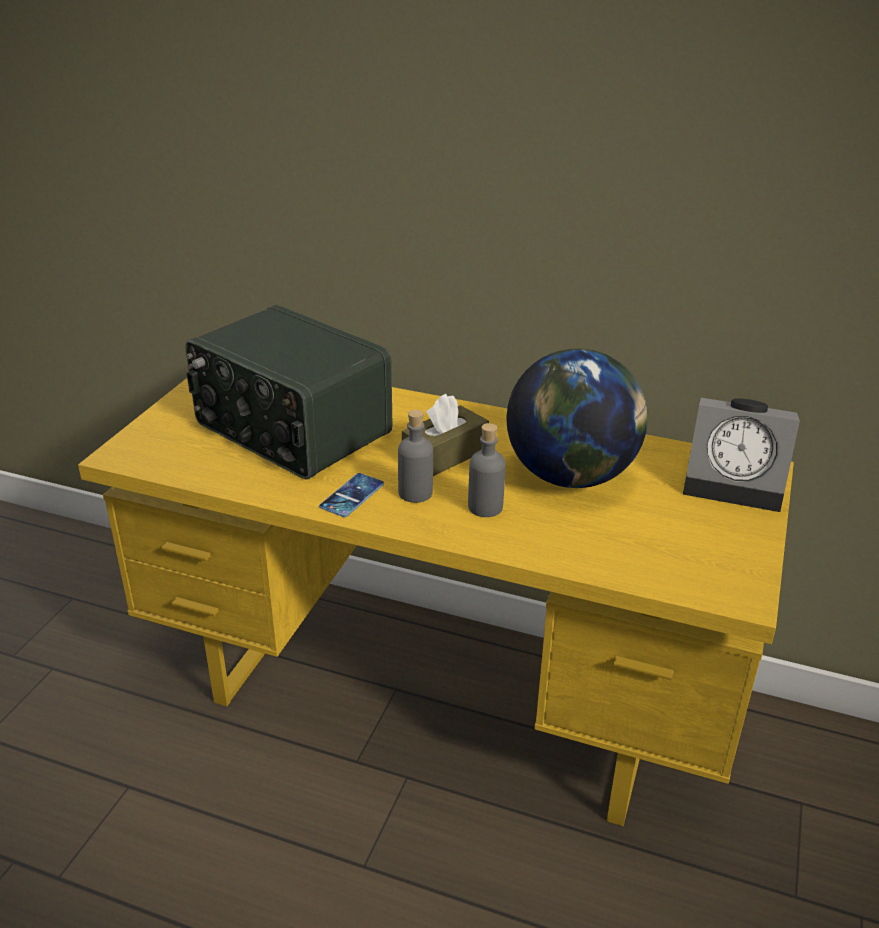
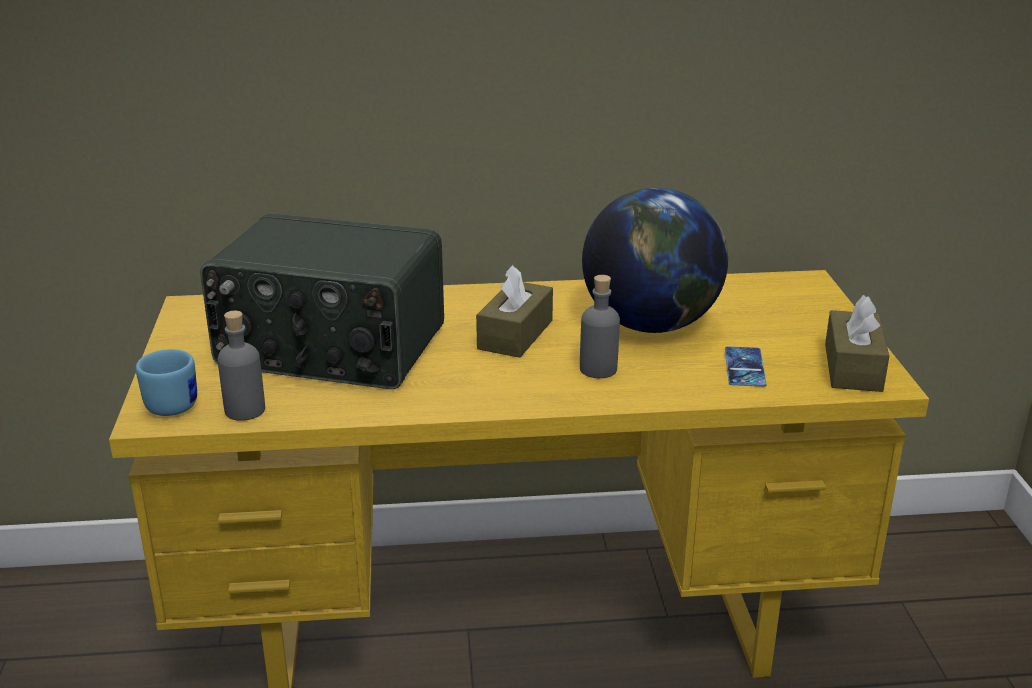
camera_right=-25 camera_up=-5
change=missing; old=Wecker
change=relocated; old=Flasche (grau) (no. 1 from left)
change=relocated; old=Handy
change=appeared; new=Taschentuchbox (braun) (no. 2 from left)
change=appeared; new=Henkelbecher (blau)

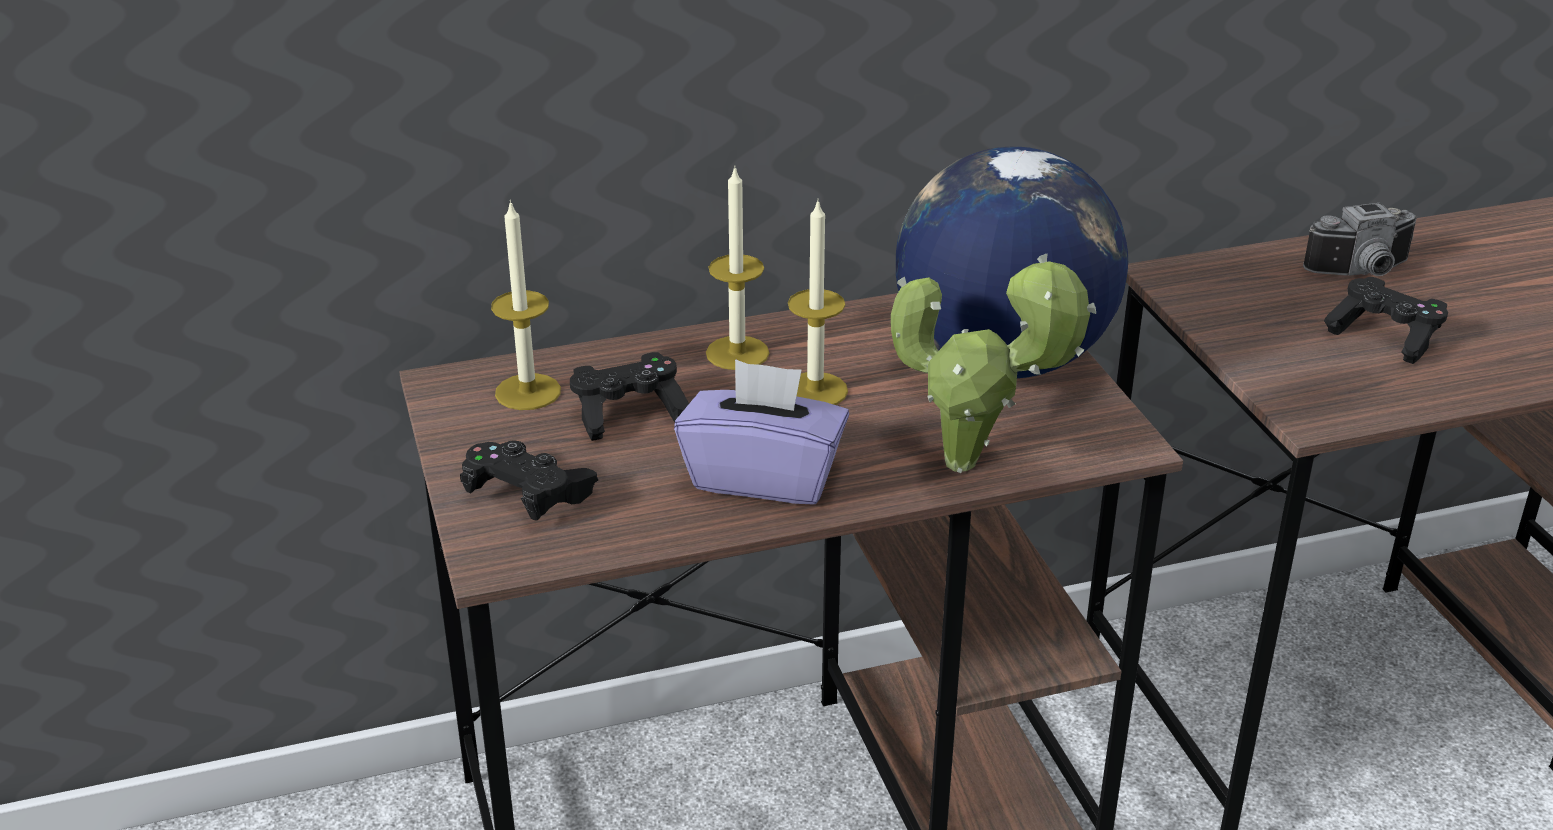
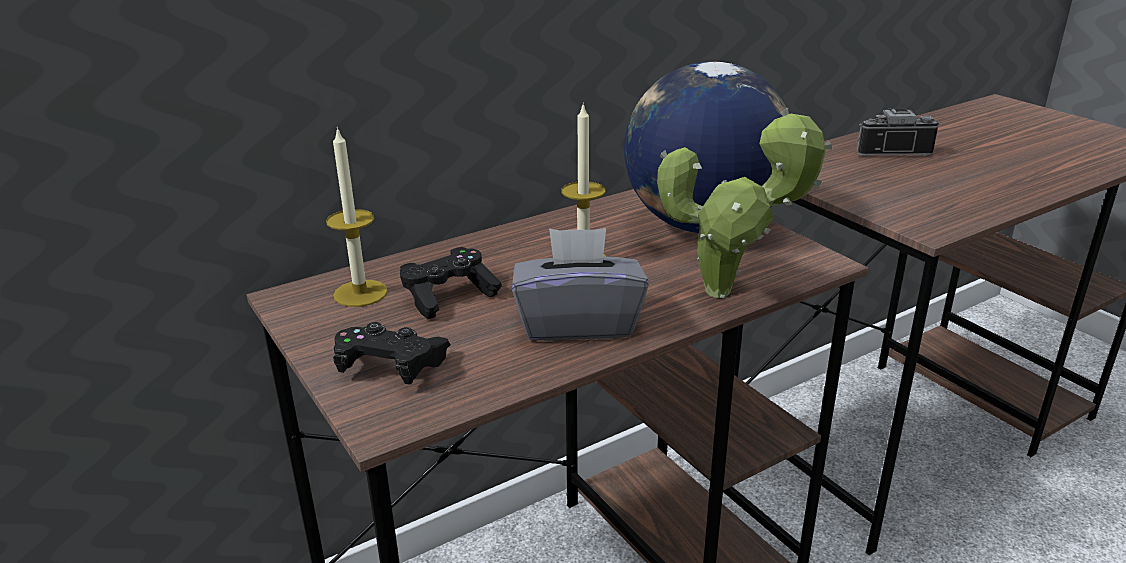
camera_right=-15 camera_up=-5
change=missing; old=Kerze (no. 2 from left)
change=spun; old=Kamera; degrees=-150
change=missing; old=Gamepad (schwarz) (no. 3 from left)
change=colour; old=Taschentuchbox (lila); new=Taschentuchbox (grau)

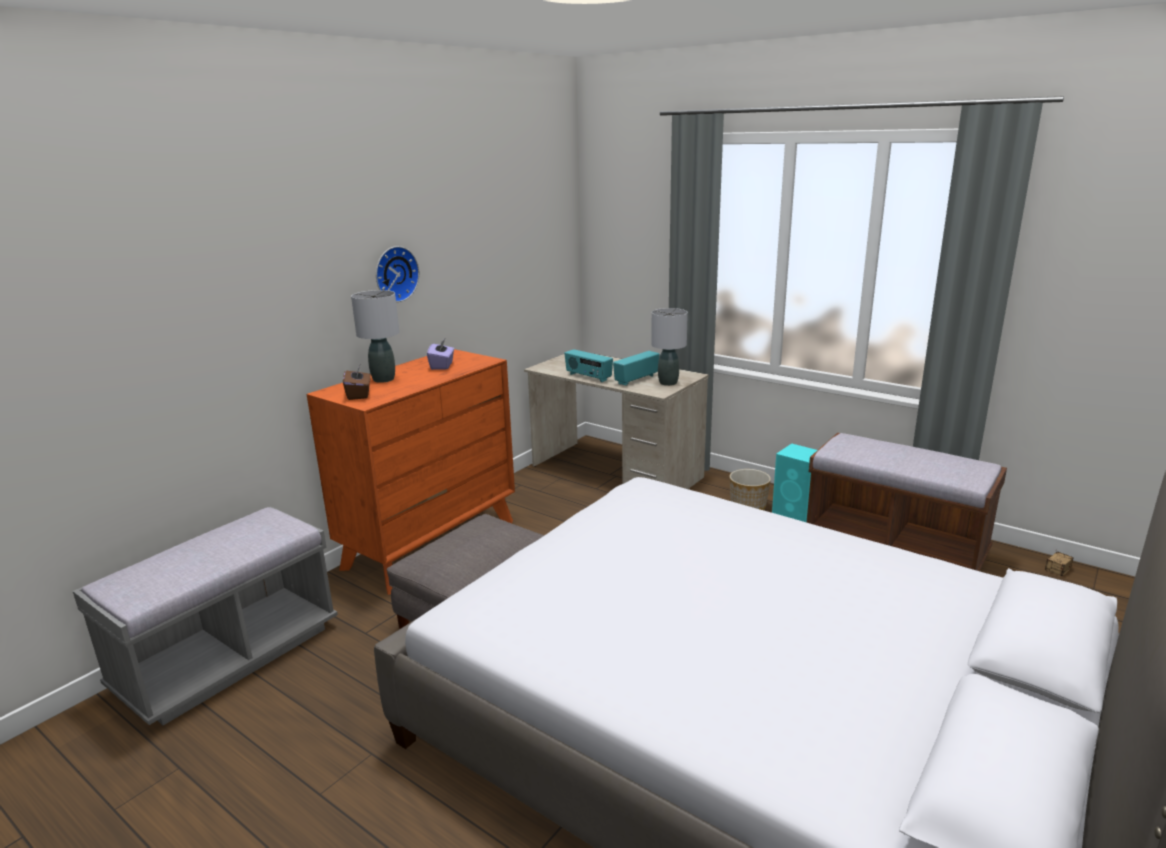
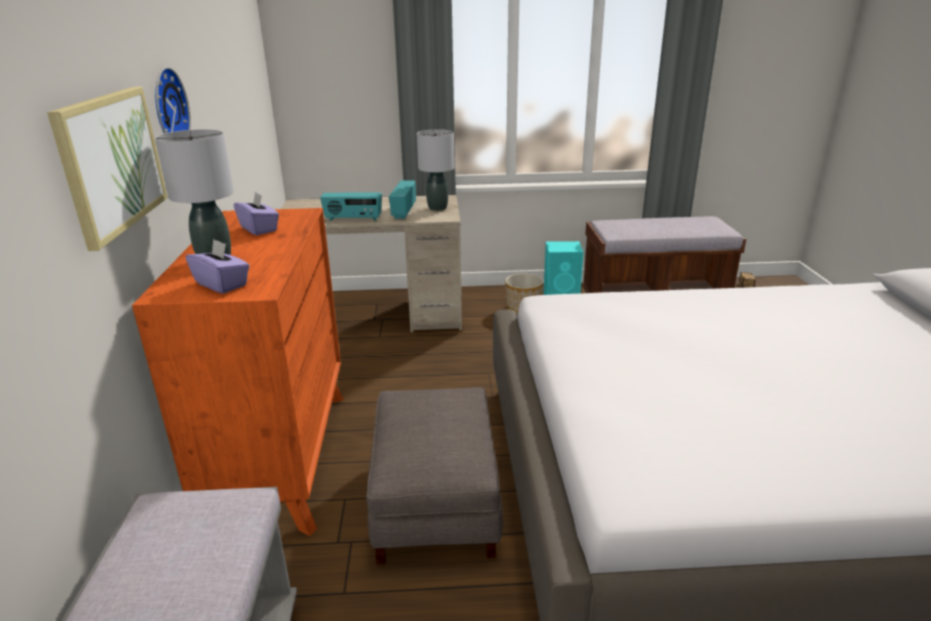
camera_right=-40 camera_up=5
change=colour; old=Taschentuchbox (braun); new=Taschentuchbox (lila) (no. 1 from left)
change=appeared; new=Bild

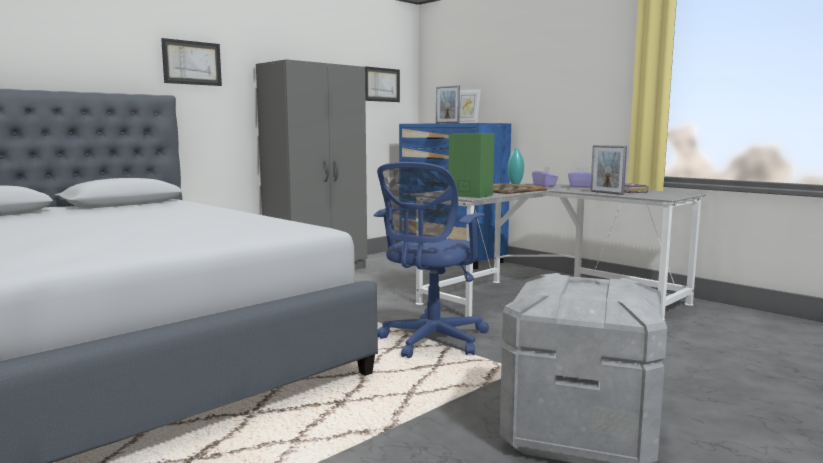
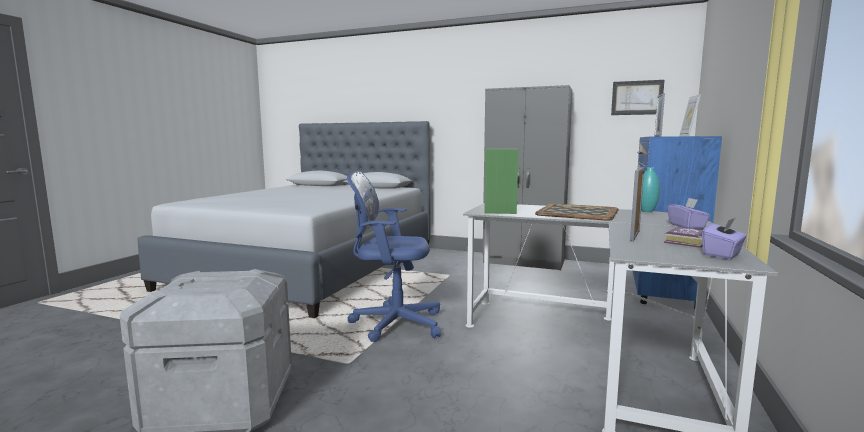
camera_right=65 camera_up=0
change=missing; old=Bild (no. 1 from left)
change=relocated; old=Taschentuchbox (lila) (no. 1 from left in the first image); new=Taschentuchbox (lila) (no. 2 from left)

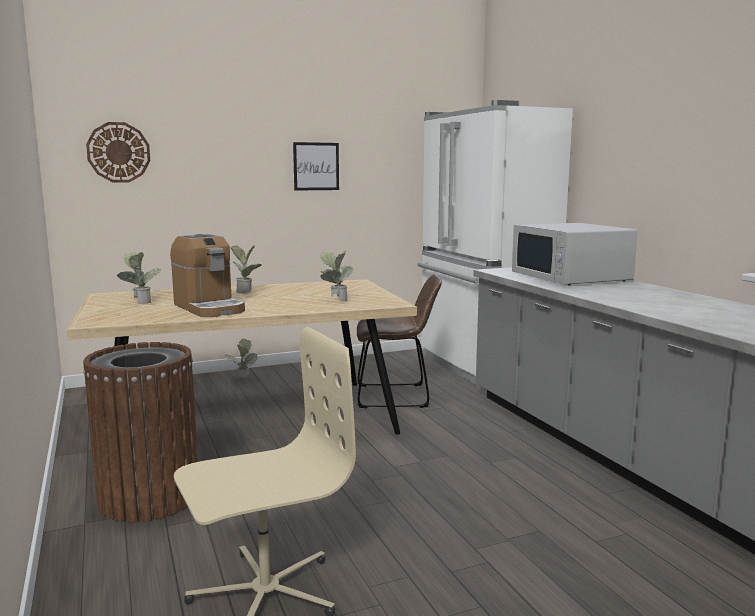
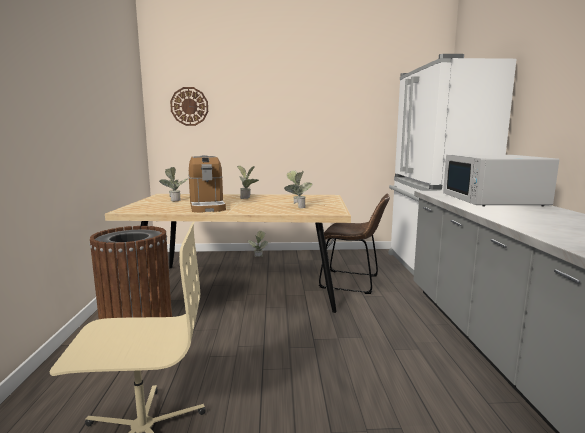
camera_right=20 camera_up=0
change=missing; old=Bild

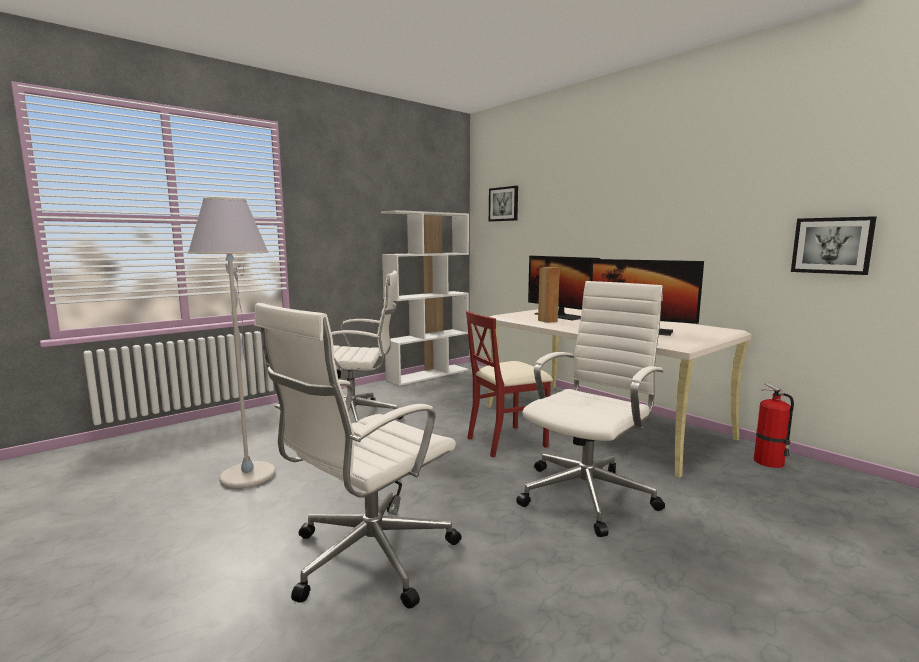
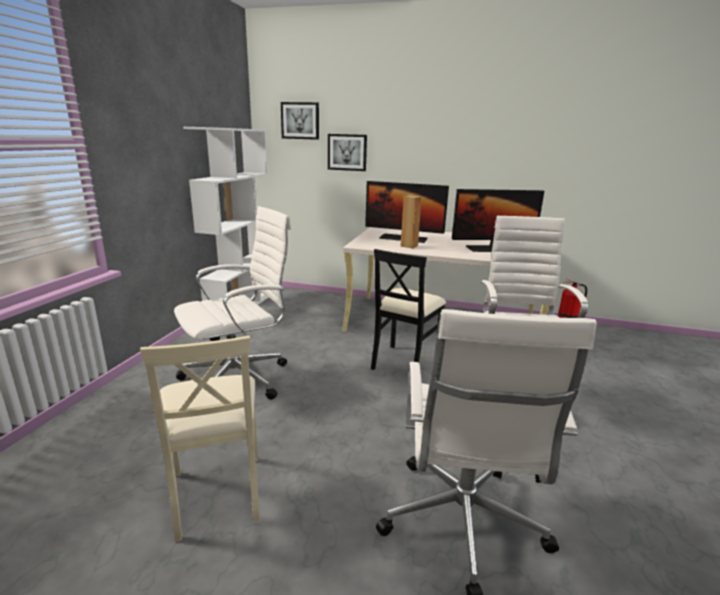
camera_right=-35 camera_up=10
change=exchanged; old=Stehlampe (grau); new=Stuhl (beige)
change=relocated; old=Bild (no. 2 from left)
change=colour; old=Stuhl (rot); new=Stuhl (schwarz)

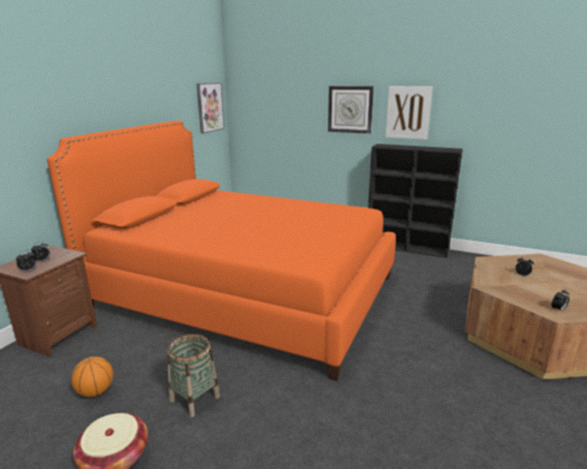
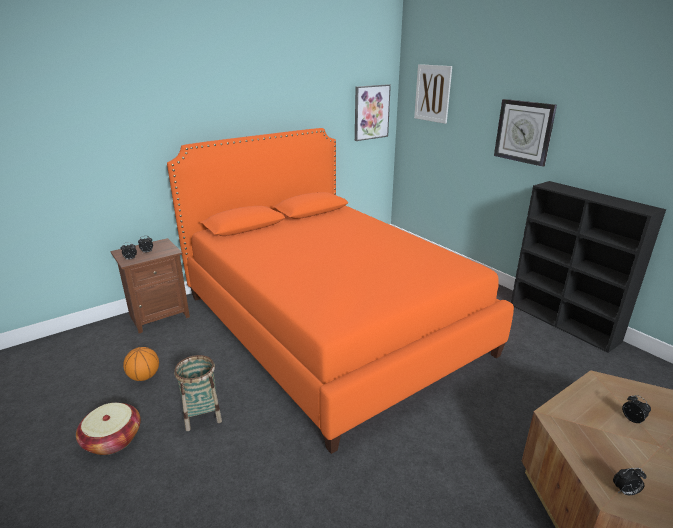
camera_right=30 camera_up=5
change=relocated; old=Bild (no. 2 from left)

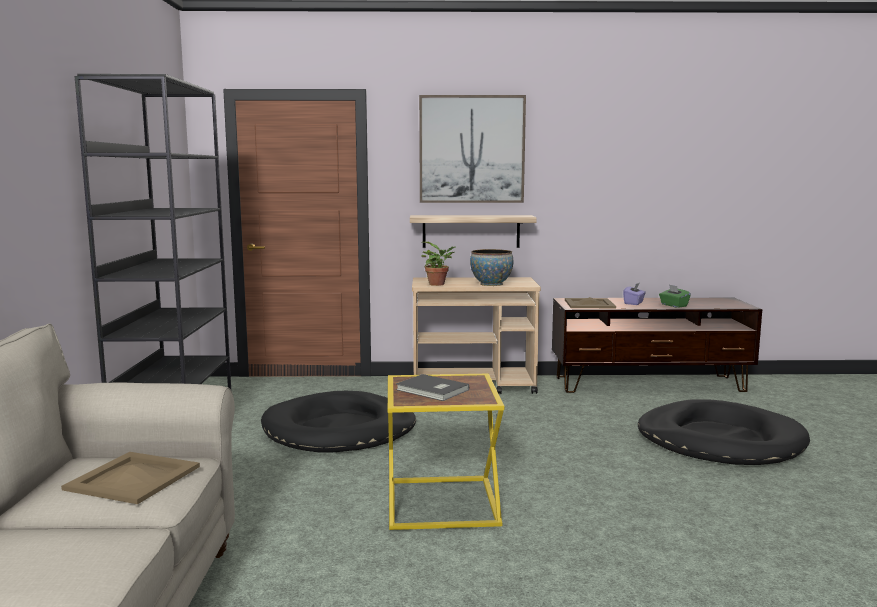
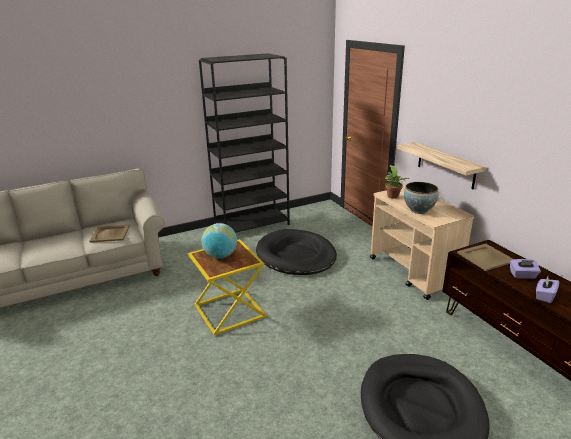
camera_right=65 camera_up=15
change=missing; old=Bild
change=colour; old=Taschentuchbox (grün); new=Taschentuchbox (lila) (no. 2 from left)
change=exchanged; old=Buch (grau); new=Globus

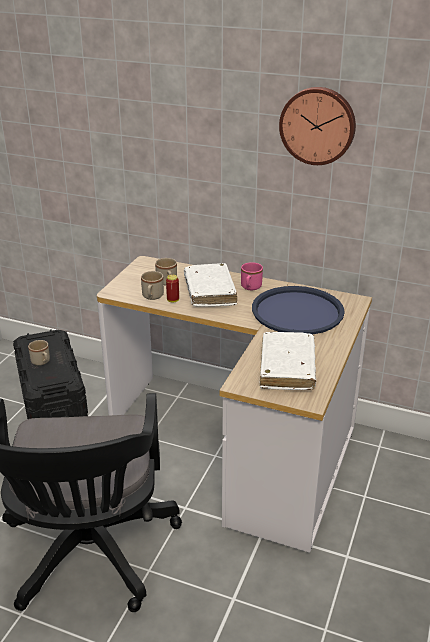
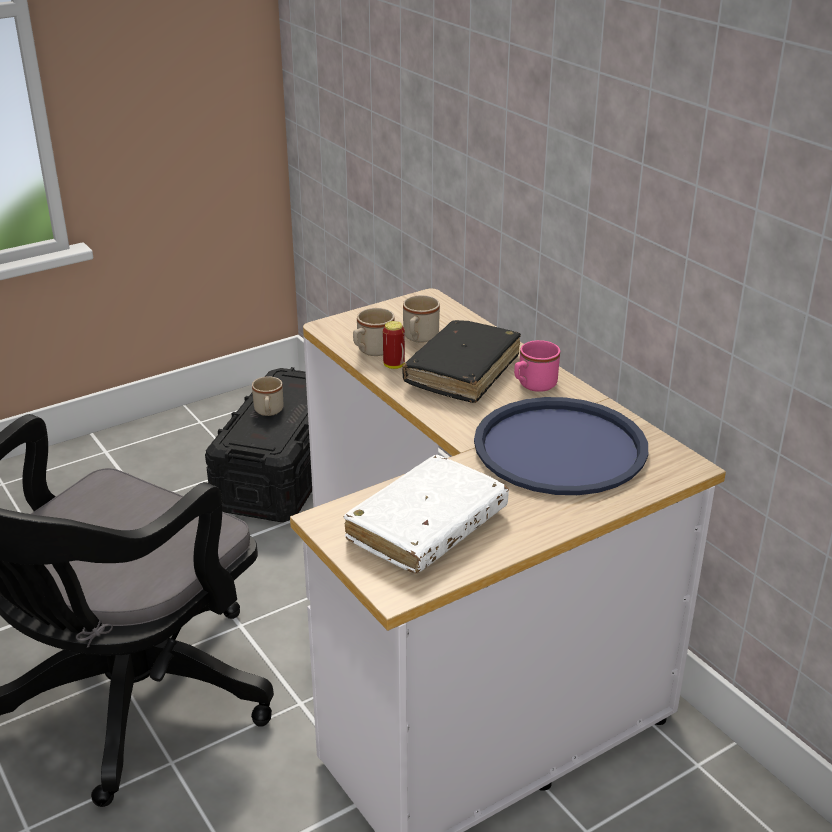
camera_right=35 camera_up=0
change=missing; old=Wanduhr
change=colour; old=Buch (weiß) (no. 1 from left); new=Buch (schwarz)

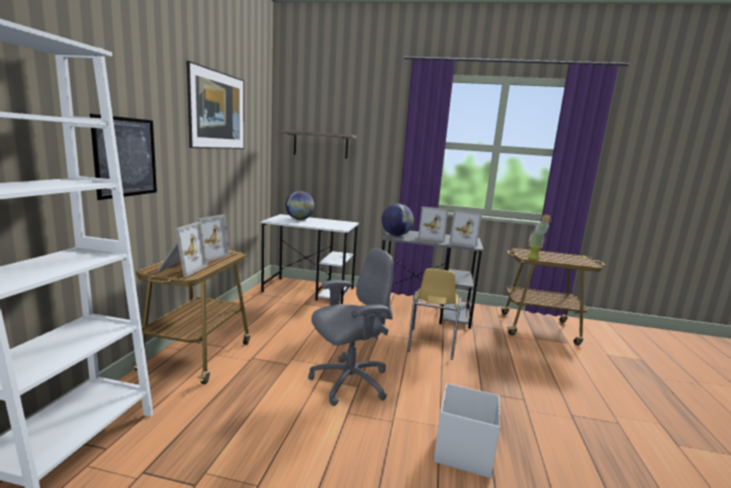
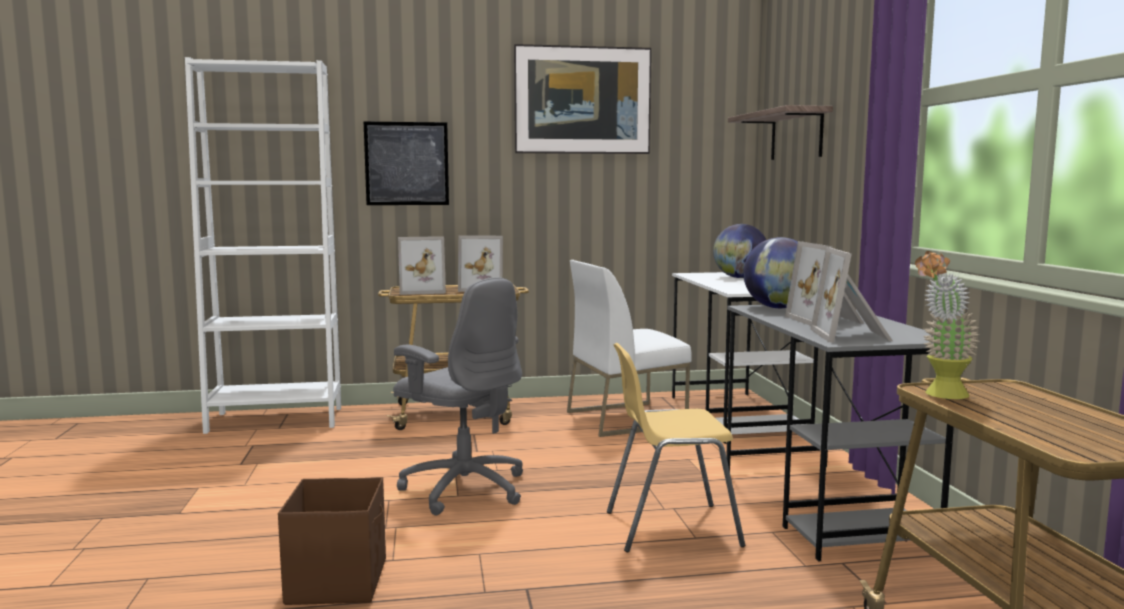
camera_right=70 camera_up=-5
change=colour; old=Aufbewahrungsbox (weiß); new=Aufbewahrungsbox (braun)
change=appeared; new=Stuhl (weiß)

